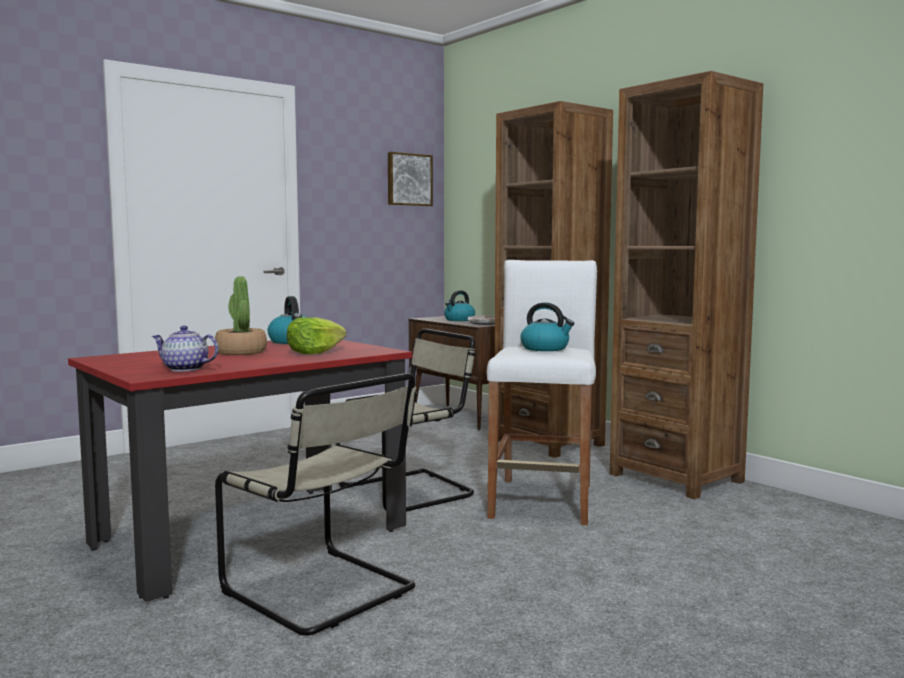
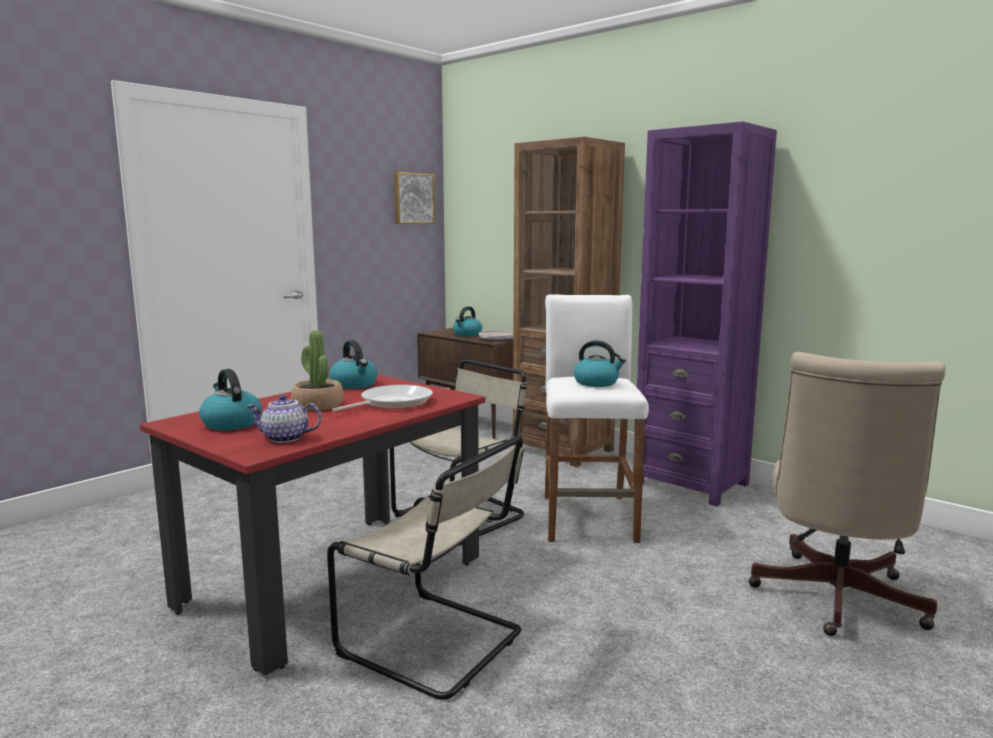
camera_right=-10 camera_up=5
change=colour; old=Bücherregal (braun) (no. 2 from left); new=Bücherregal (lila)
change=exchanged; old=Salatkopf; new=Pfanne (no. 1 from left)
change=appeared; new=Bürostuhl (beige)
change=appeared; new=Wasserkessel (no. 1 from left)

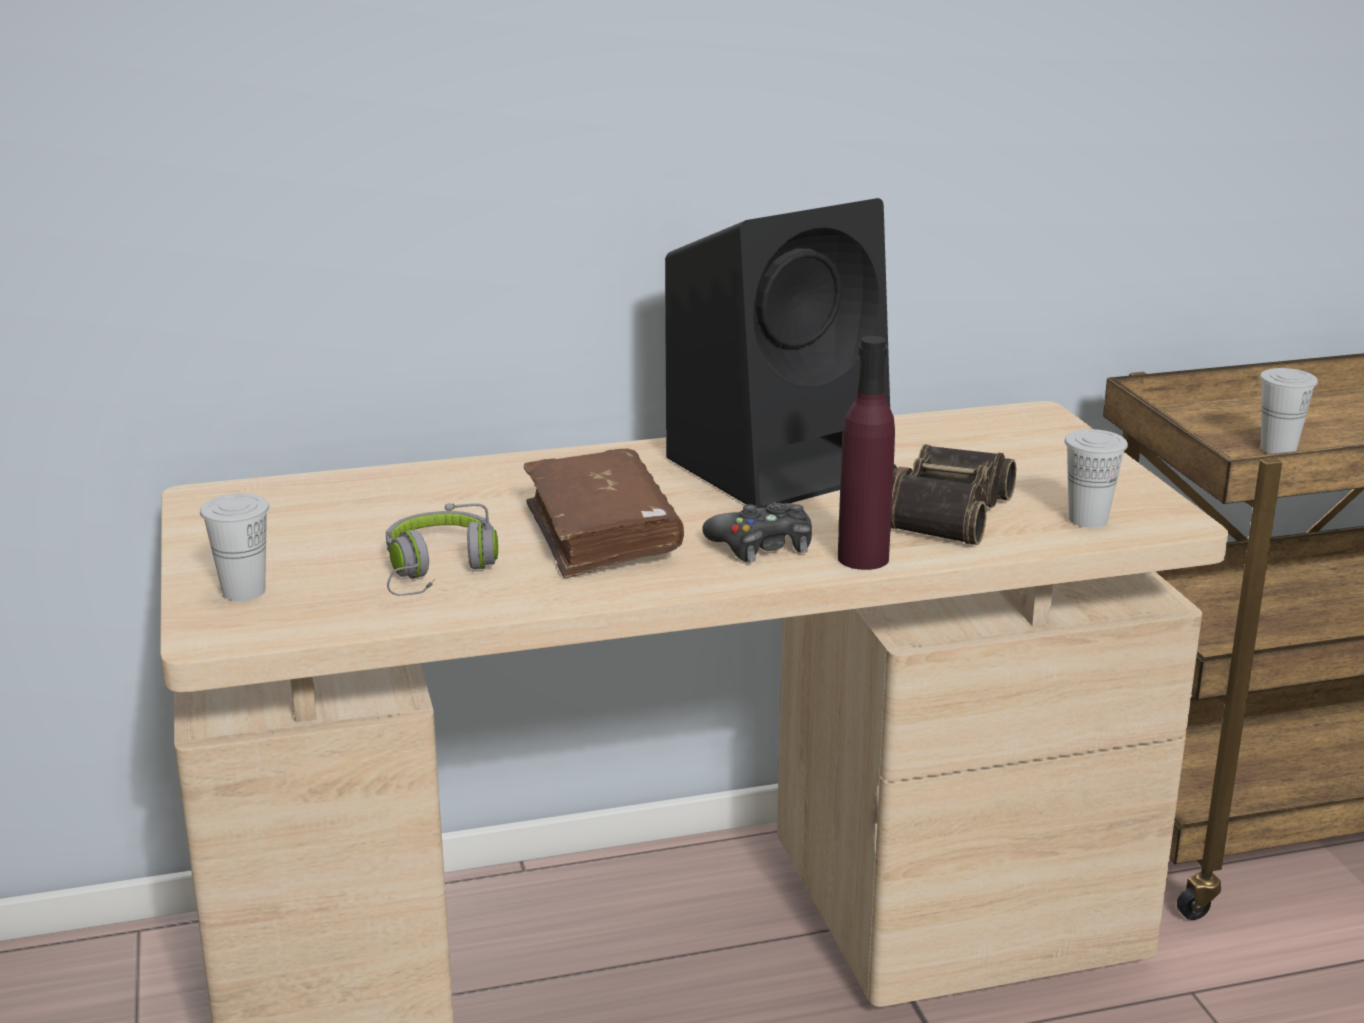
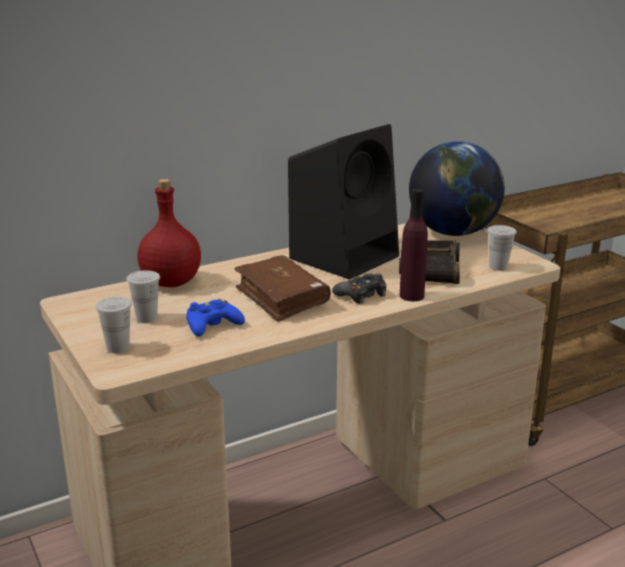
camera_right=-15 camera_up=0
change=relocated; old=Tasse (weiß) (no. 3 from left in the first image); new=Tasse (weiß) (no. 2 from left)
change=exchanged; old=Kopfhörer (grau); new=Gamepad (blau)
change=appeared; new=Globus
change=appeared; new=Flasche (rot)

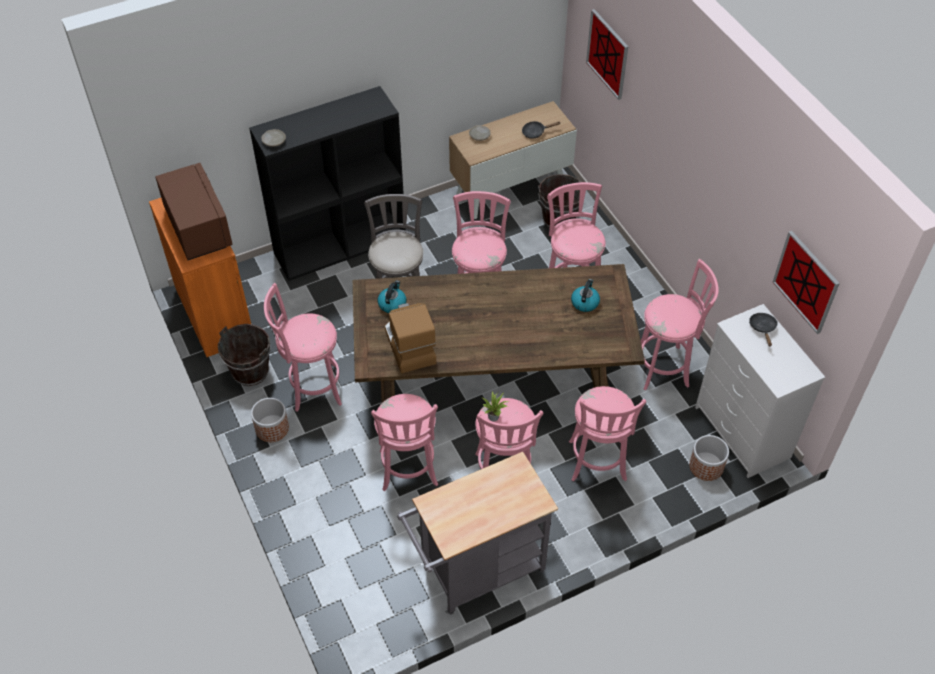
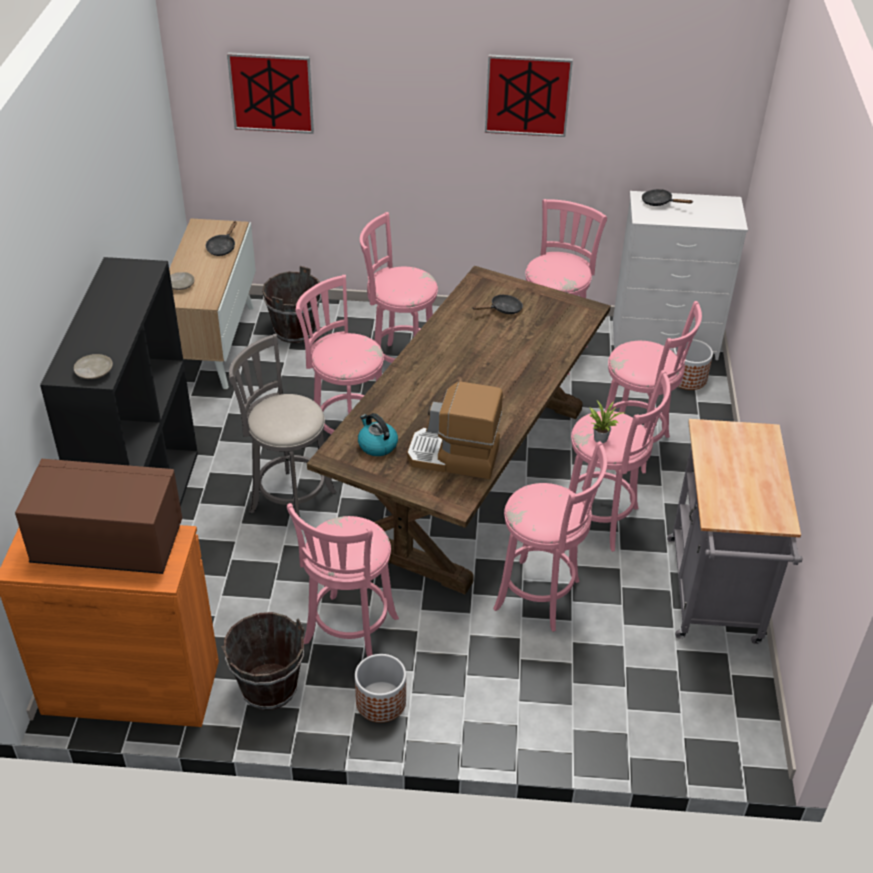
camera_right=-60 camera_up=-10
change=relocated; old=Bild (no. 2 from left)
change=exchanged; old=Wasserkessel (no. 2 from left); new=Pfanne (schwarz) (no. 2 from left)

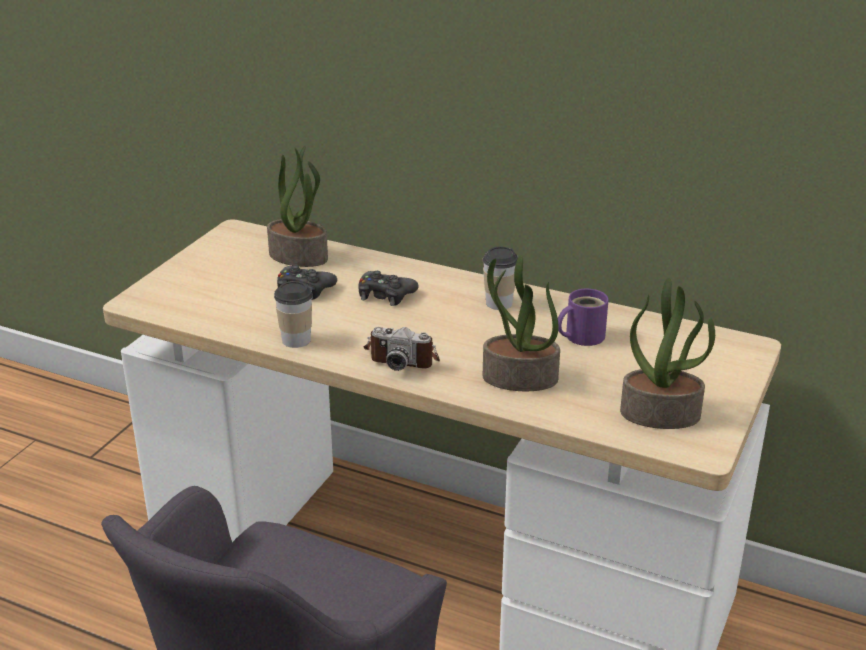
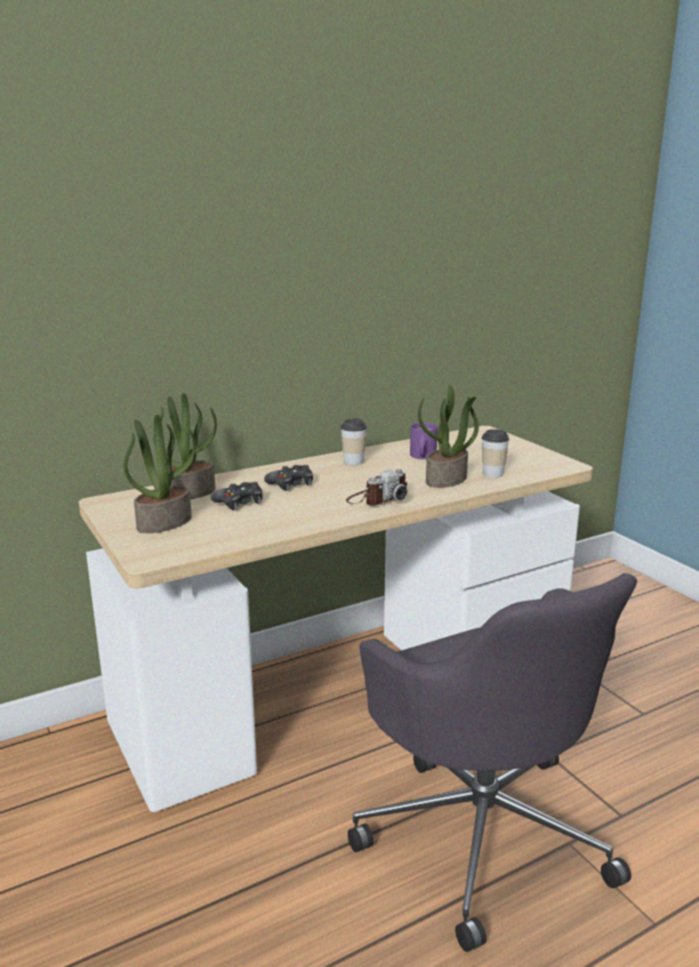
camera_right=-55 camera_up=-10
change=relocated; old=Topfpflanze (no. 3 from left in the first image); new=Topfpflanze (no. 1 from left)
change=relocated; old=Tasse (no. 1 from left in the first image); new=Tasse (no. 2 from left)

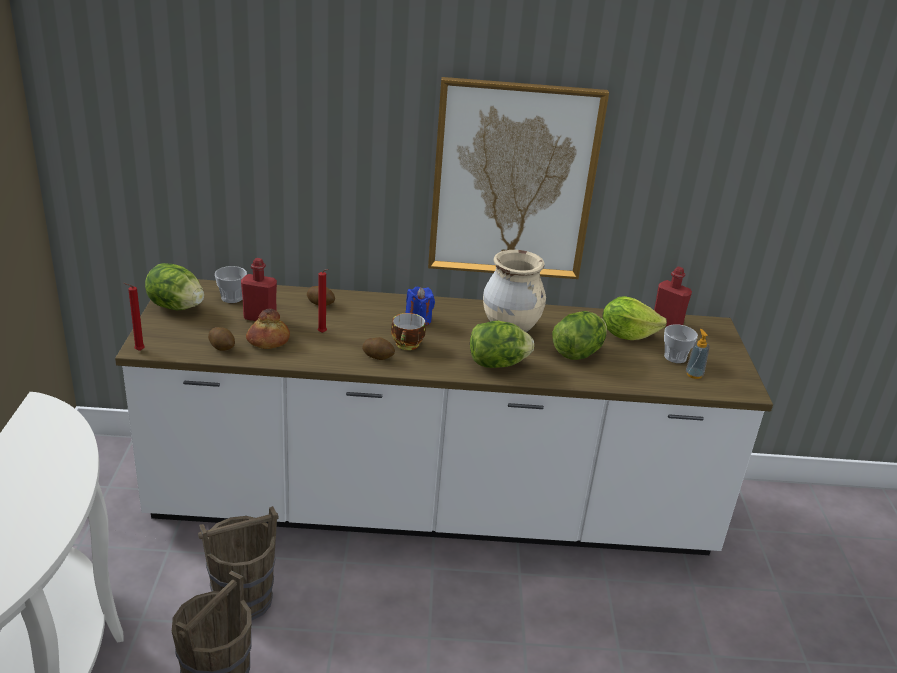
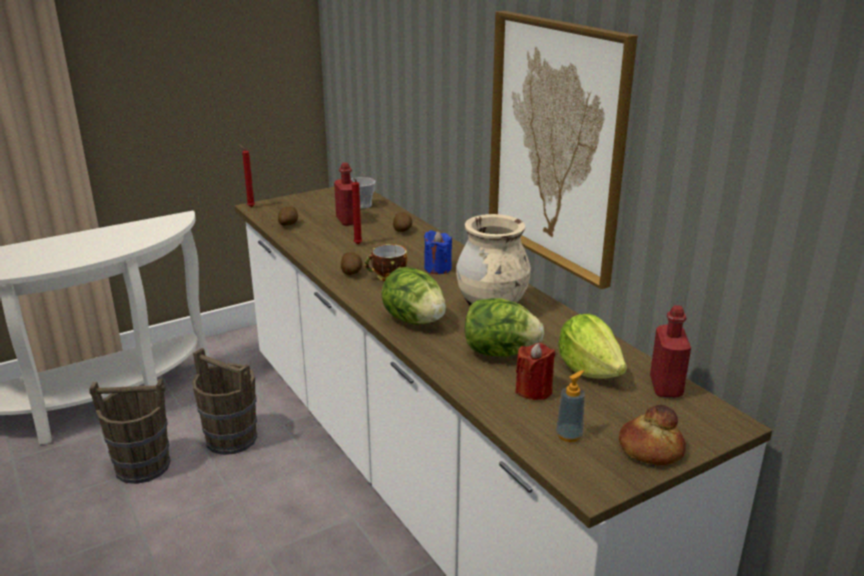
camera_right=60 camera_up=-5
change=missing; old=Salatkopf (no. 1 from left)
change=relocated; old=Brot
change=missing; old=Tasse (no. 3 from left)
change=appeared; new=Kerze (rot) (no. 3 from left)

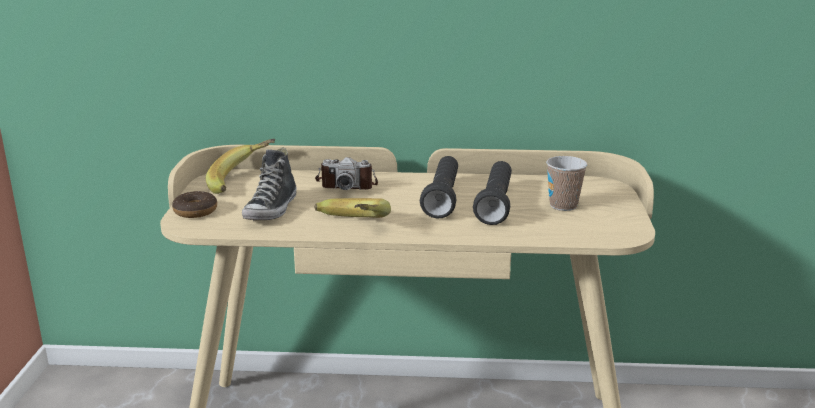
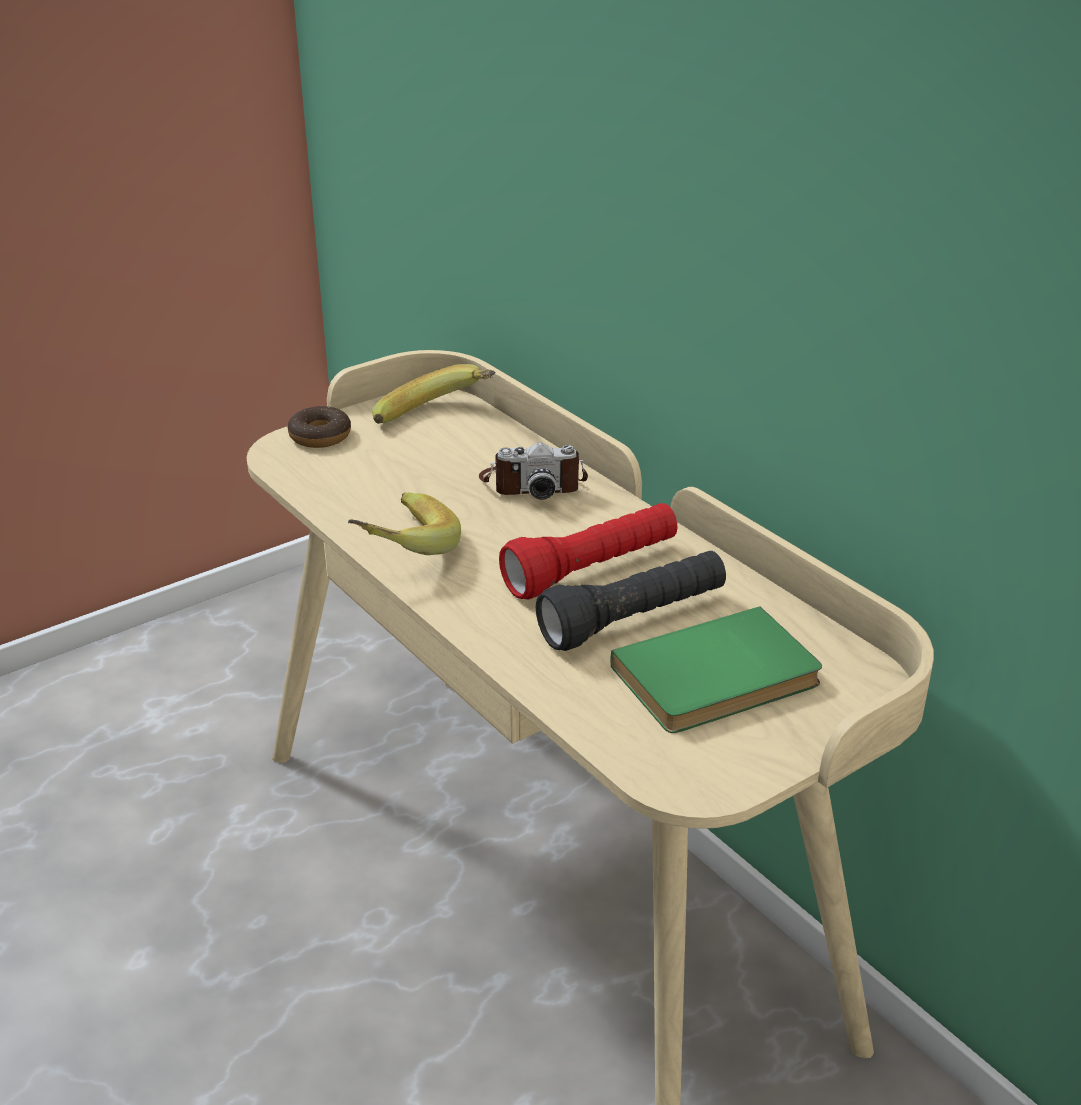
camera_right=50 camera_up=10
change=missing; old=Schuh
change=colour; old=Taschenlampe (schwarz) (no. 1 from left); new=Taschenlampe (rot)
change=exchanged; old=Tasse; new=Buch (grün)
change=spun; old=Kamera; degrees=-60

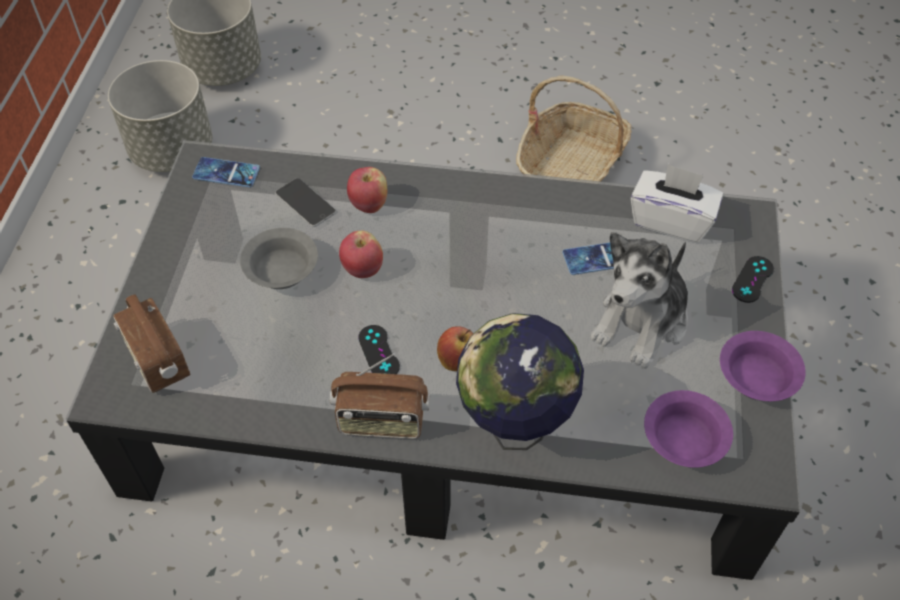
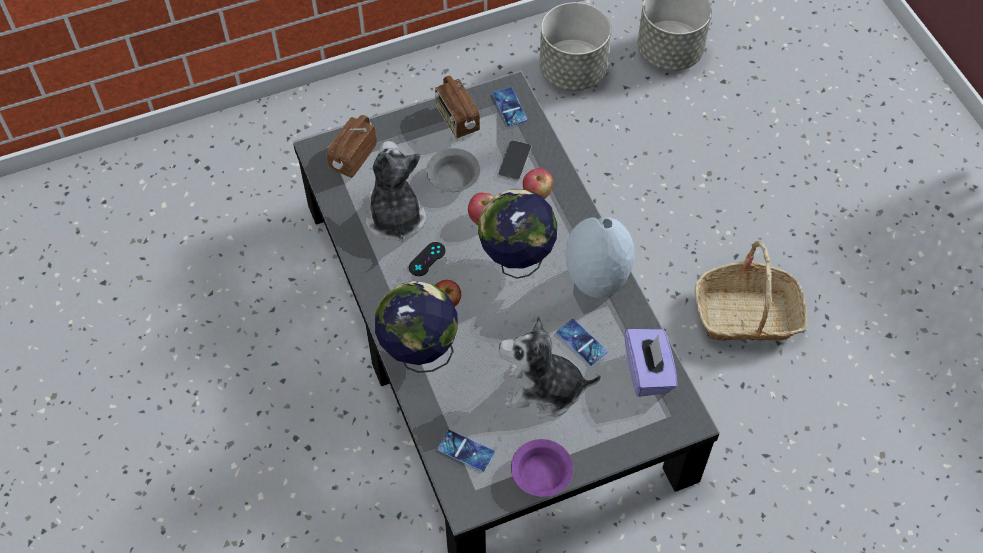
camera_right=60 camera_up=5
change=colour; old=Taschentuchbox (weiß); new=Taschentuchbox (lila)
change=missing; old=Gamepad (schwarz) (no. 2 from left)
change=relocated; old=Radio (no. 2 from left)
change=exchanged; old=Schüssel (lila) (no. 1 from left); new=Handy (no. 1 from left)
change=appeared; new=Plüschtier (no. 1 from left)
change=appeared; new=Globus (no. 2 from left)
change=appeared; new=Vase (grau)

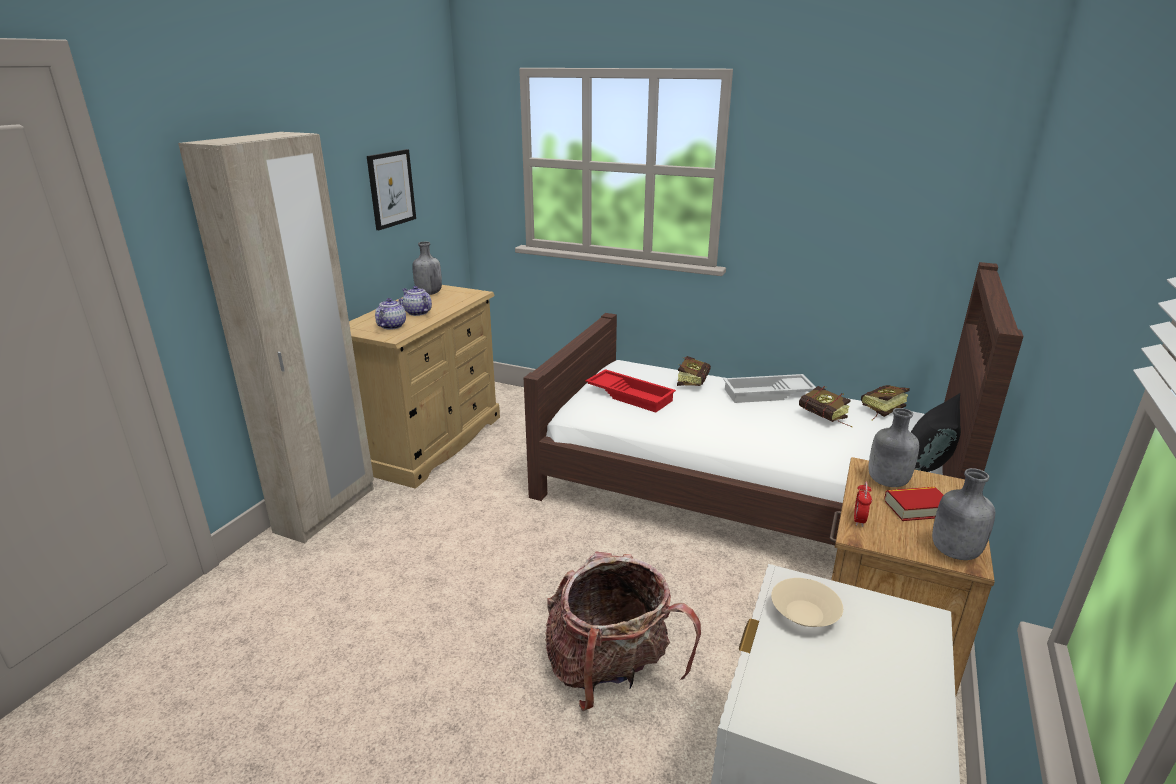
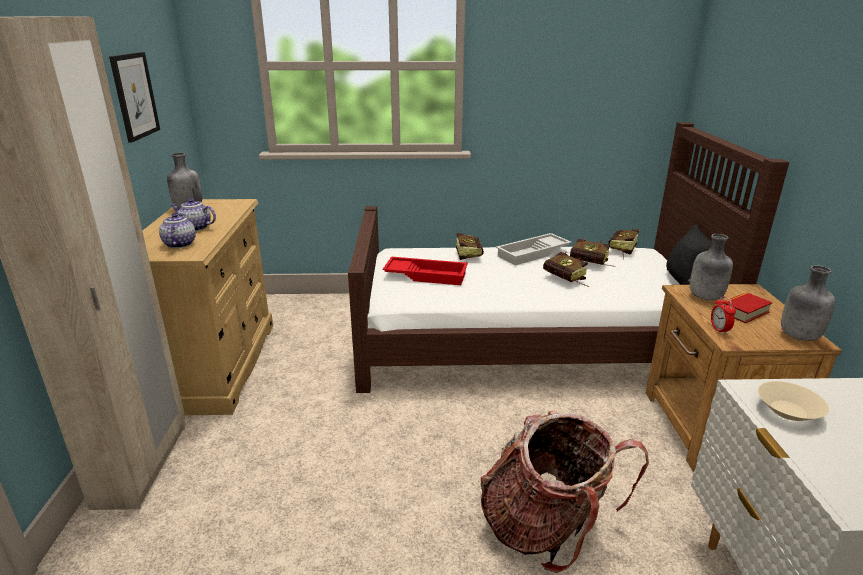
camera_right=-25 camera_up=0
change=appeared; new=Buch (no. 2 from left)

